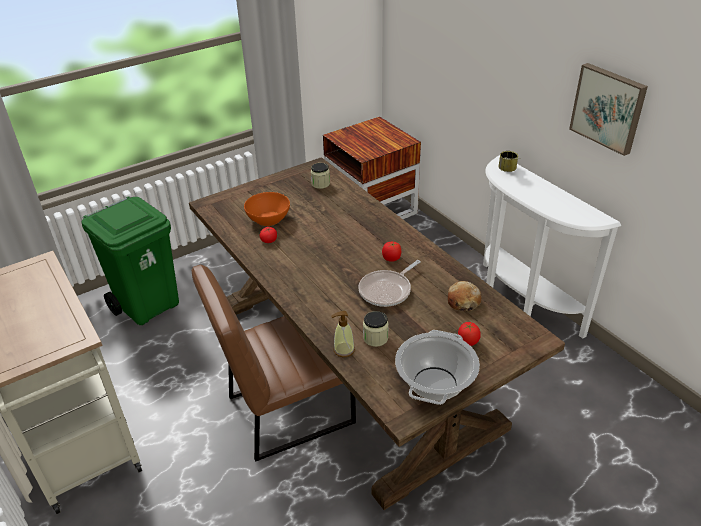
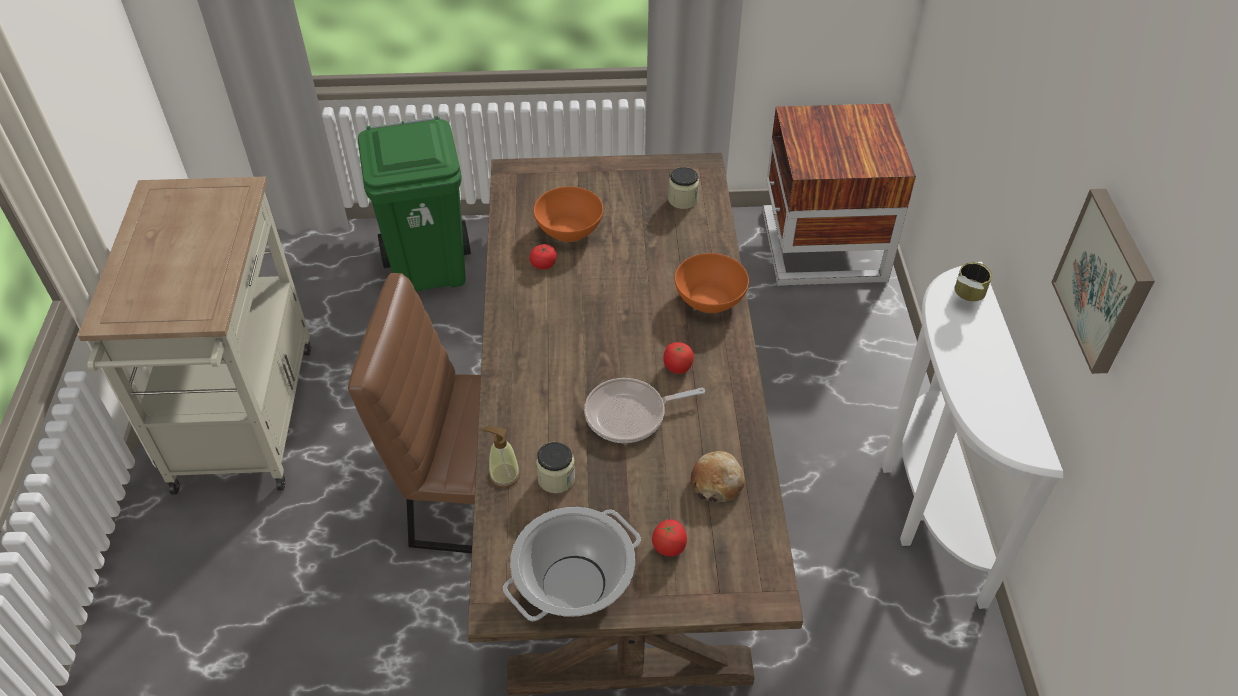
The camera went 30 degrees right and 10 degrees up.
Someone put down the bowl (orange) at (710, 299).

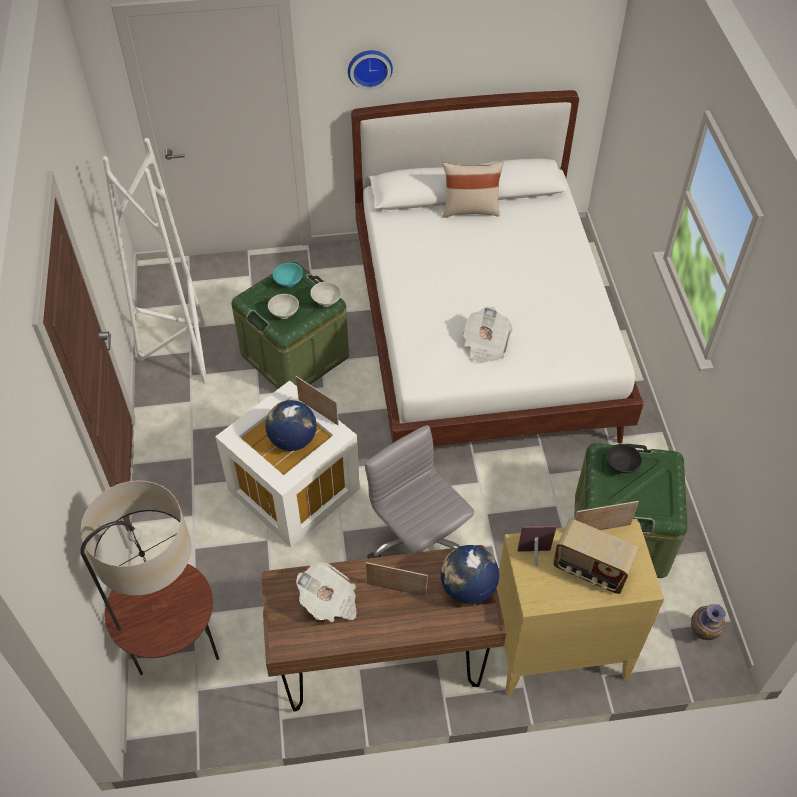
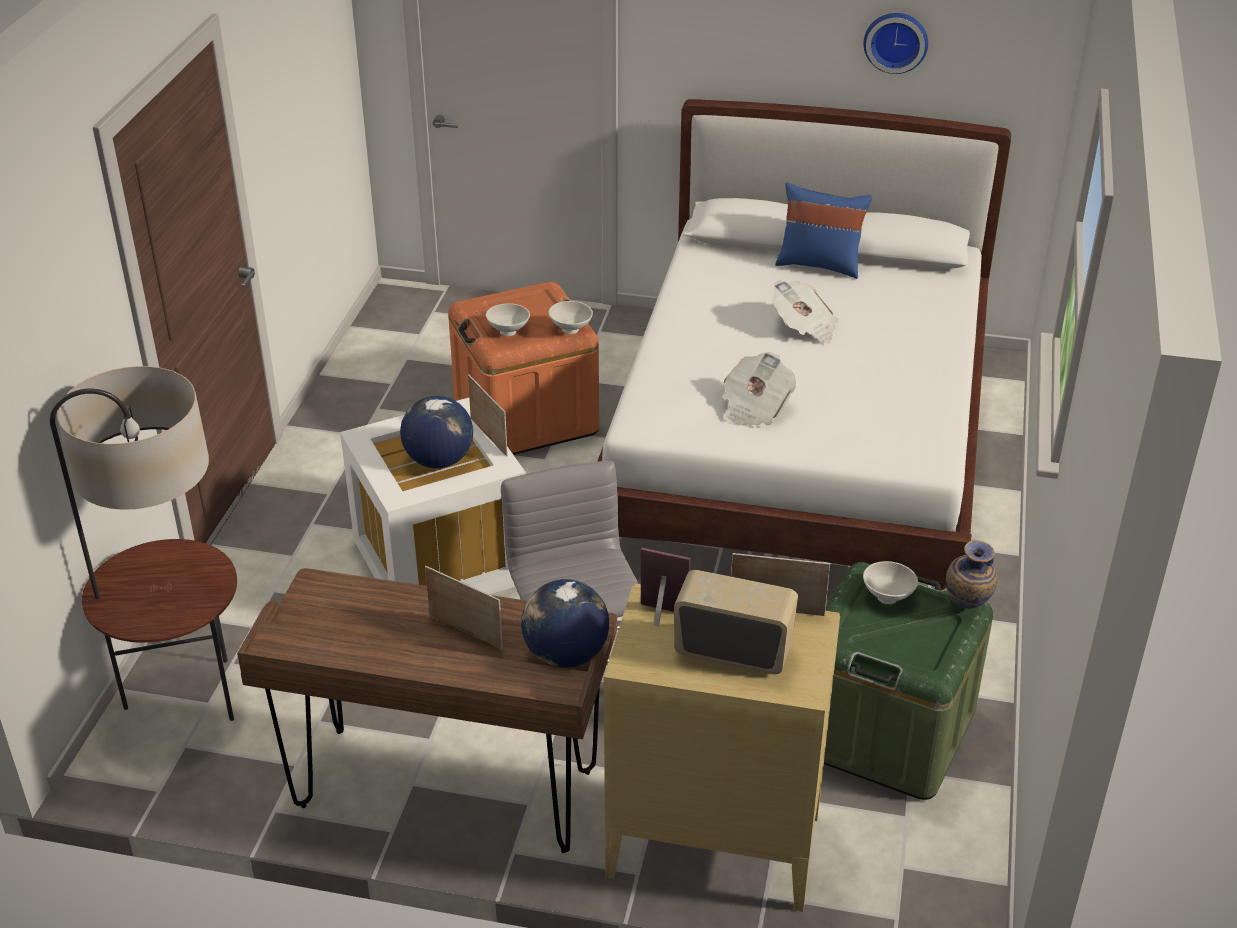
The camera went 20 degrees right and 15 degrees down.
Someone took away the clothes rack (white) at (182, 355).
Someone repainted the storage box (green) at (294, 355), which became the storage box (orange) at (526, 416).
Someone took away the bowl (turquoise) at (289, 284).
Someone carried the newspaper from (329, 601) to (804, 327).
Someone carried the wall clock from (369, 67) to (896, 41).
Someone repainted the pillow (beige) at (470, 209), which became the pillow (blue) at (819, 264).
Someone rotated the radio at (590, 570) by 150 degrees clockwise.
Someone repainted the bowl (black) at (620, 466), which became the bowl (white) at (887, 596).
Someone carried the vase from (702, 634) to (966, 609).

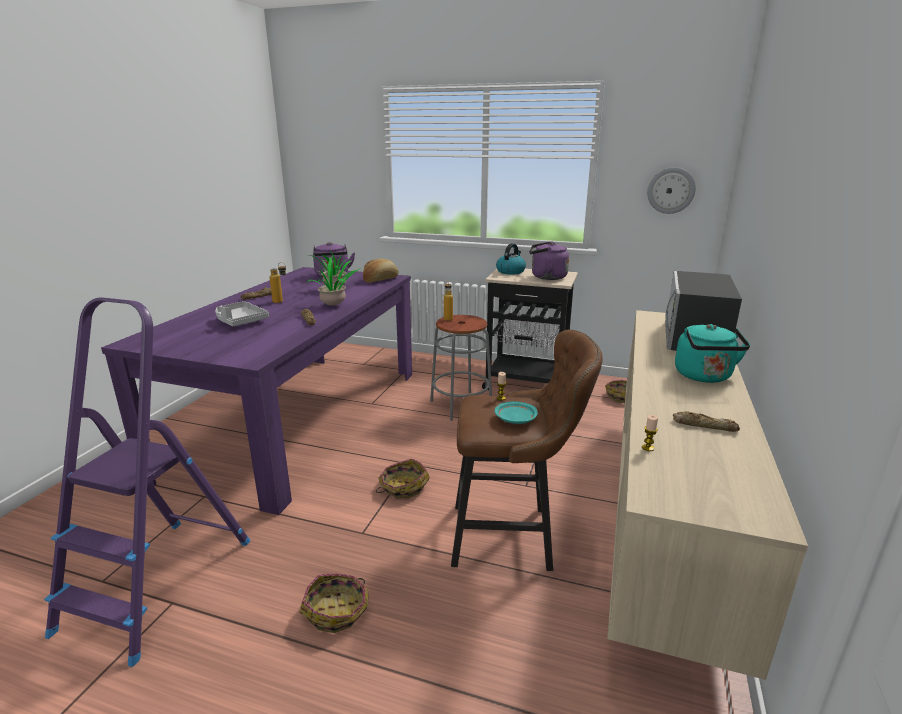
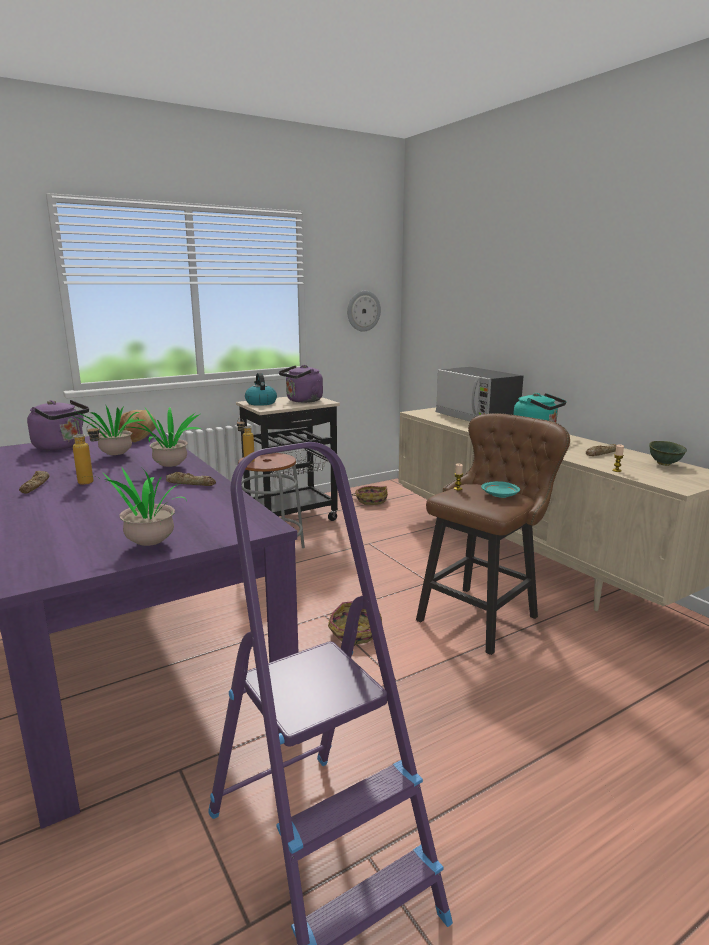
The camera went 50 degrees left and 5 degrees down.
Someone took away the tray (grey) at (240, 321).
Someone took away the basket at (337, 610).
Someone put down the potted plant at (146, 545).
Someone put down the bowl (green) at (665, 464).

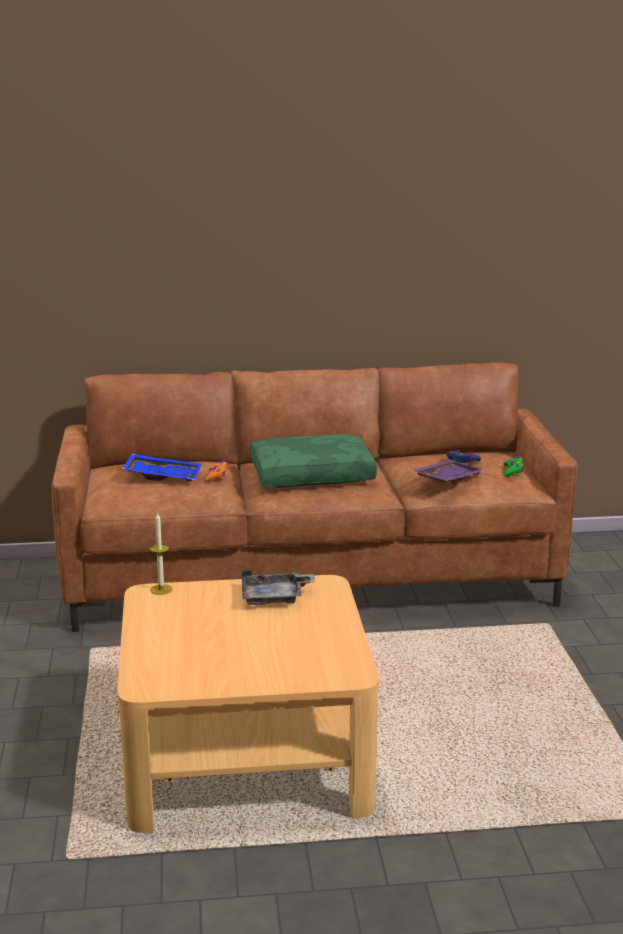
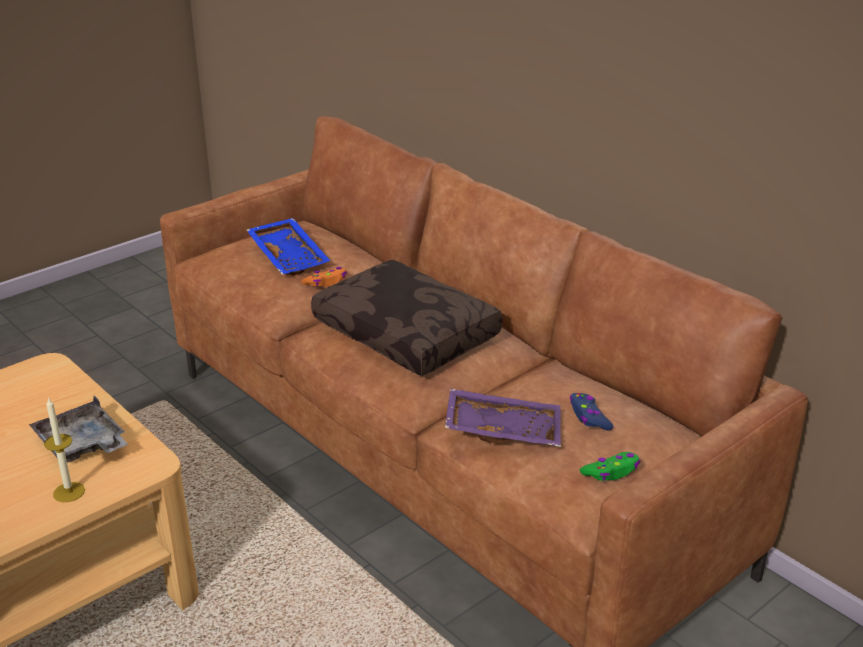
The camera went 55 degrees right and 10 degrees up.
Someone carried the candle from (161, 589) to (69, 492).
Someone repainted the pillow (green) at (312, 475), which became the pillow (brown) at (409, 333).

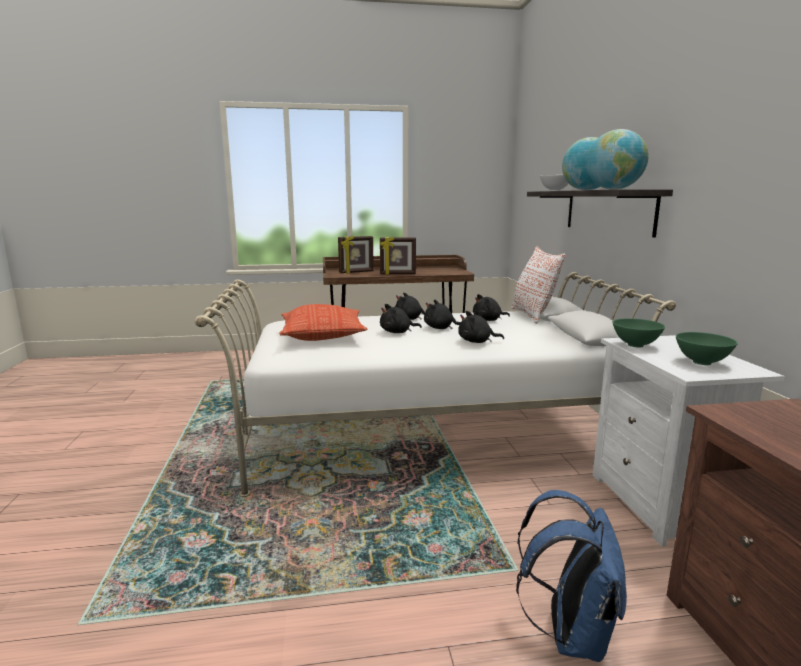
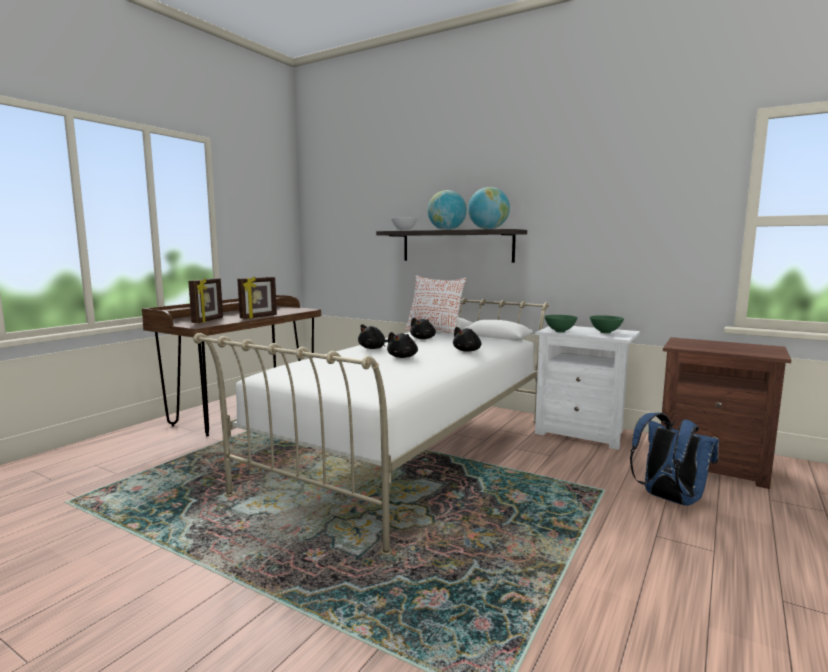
The camera went 50 degrees left and 5 degrees down.
Someone took away the pillow (orange) at (323, 336).
Someone took away the plush toy (black) at (440, 328).

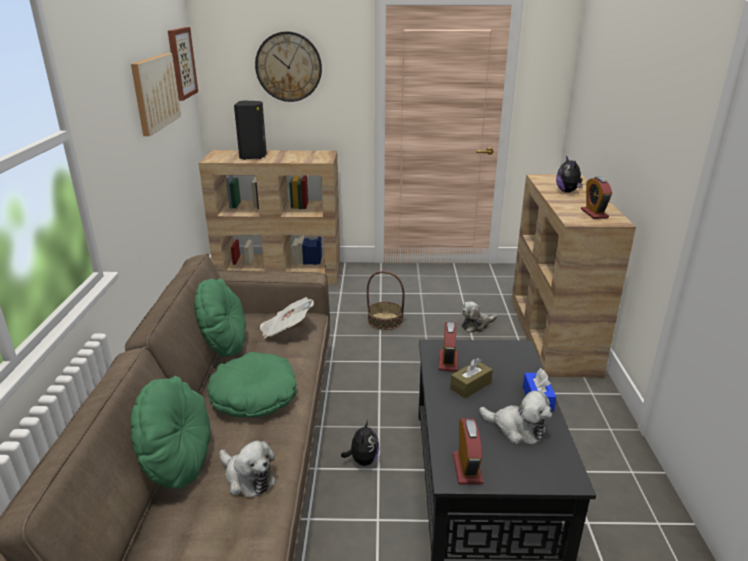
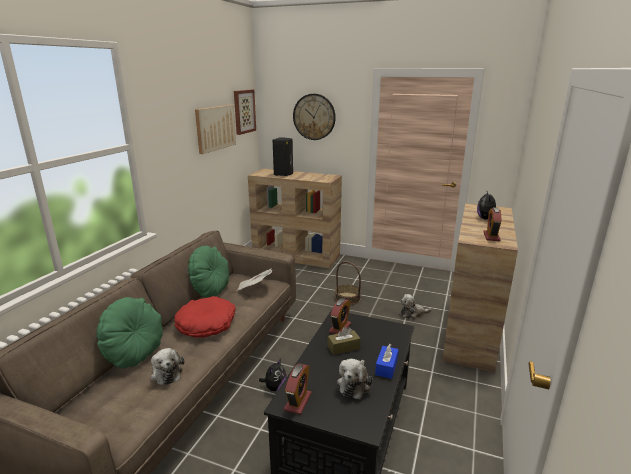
The camera went 20 degrees right and 5 degrees down.
Someone repainted the pillow (green) at (253, 396), which became the pillow (red) at (205, 325).
Someone rotated the plush toy at (517, 429) by 60 degrees clockwise.

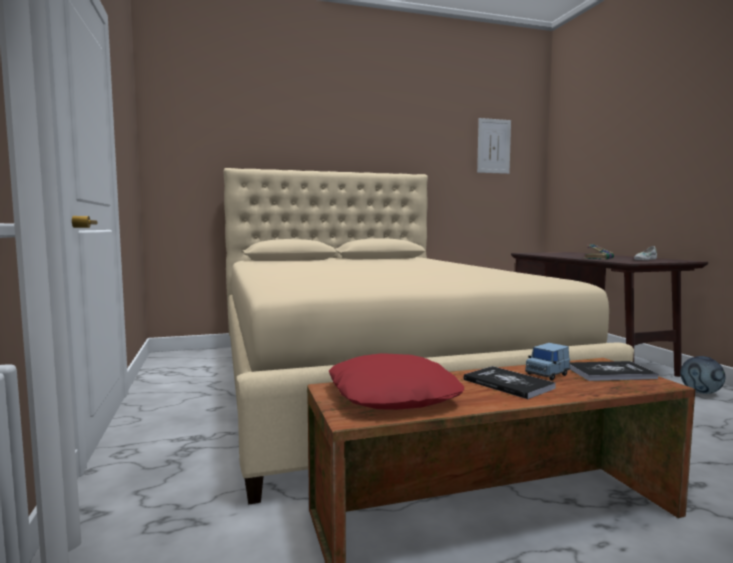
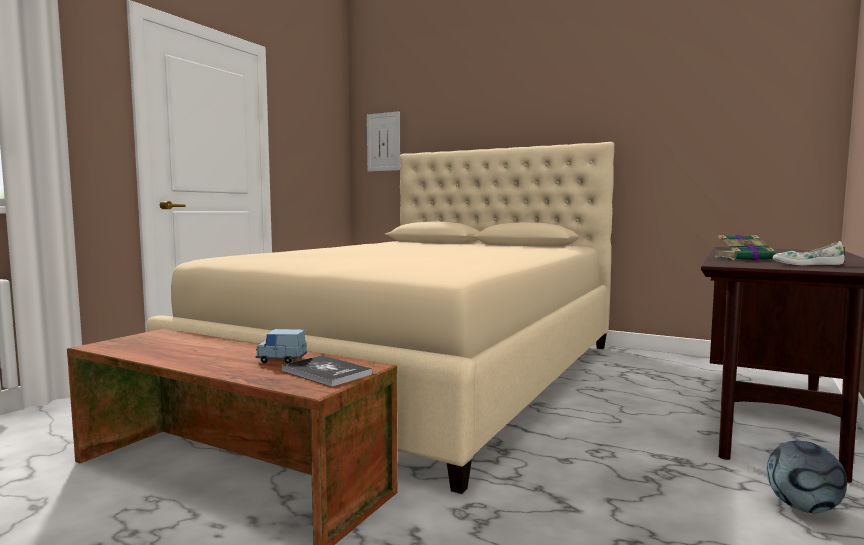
The camera went 45 degrees right and 0 degrees up.
Someone took away the pillow (red) at (393, 395).
Someone took away the book at (508, 384).
Someone carried the picture from (493, 146) to (383, 142).

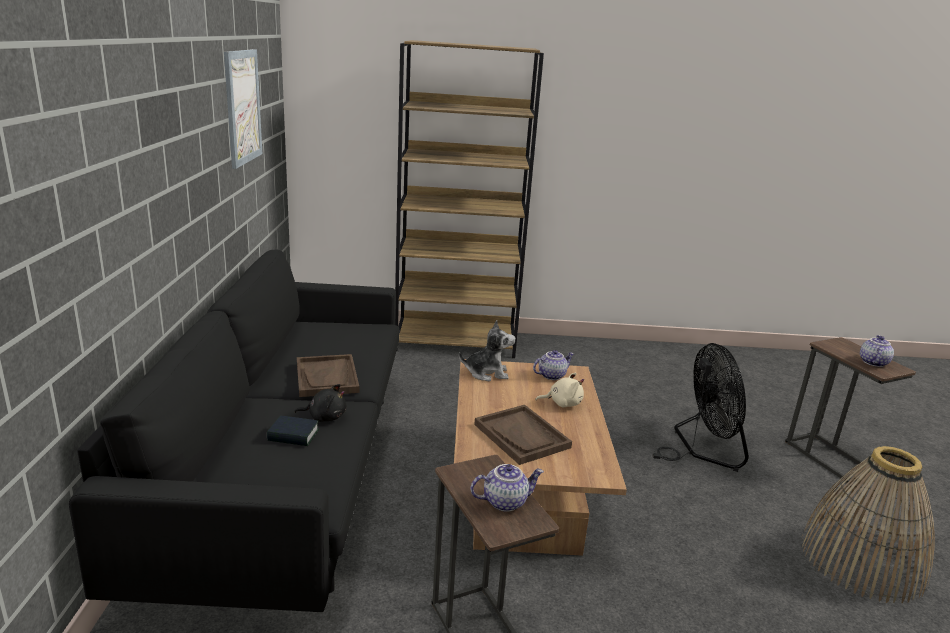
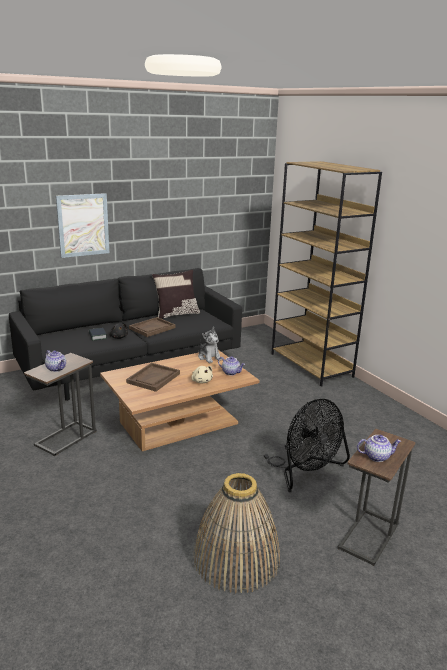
The camera went 60 degrees right and 0 degrees up.
Someone carried the picture from (242, 107) to (83, 225).
Someone put down the pillow at (176, 314).

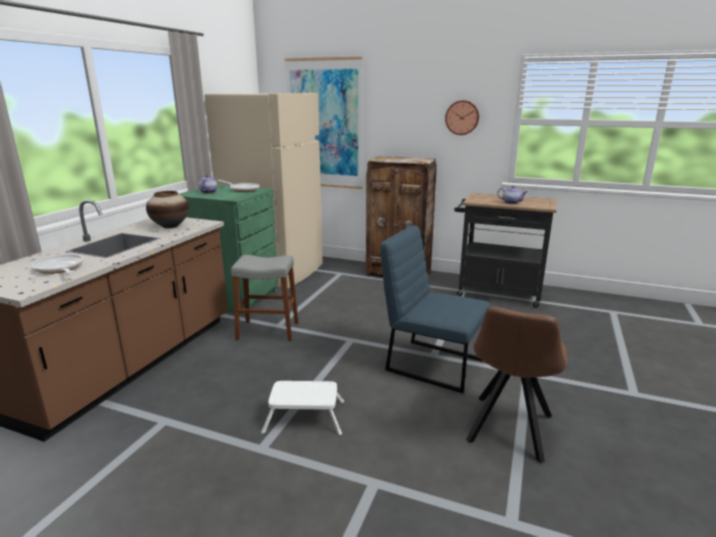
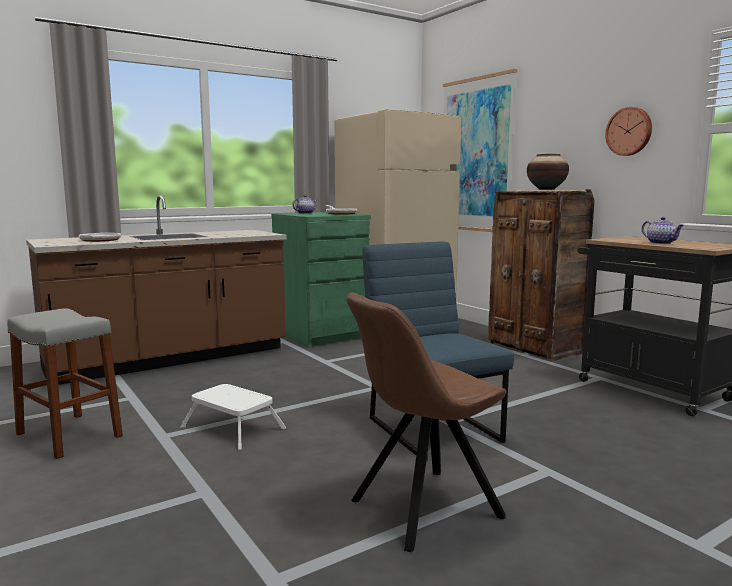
The camera went 35 degrees right and 10 degrees down.
Someone carried the vase from (170, 226) to (546, 189).
Someone carried the stool (grey) from (268, 330) to (69, 435).

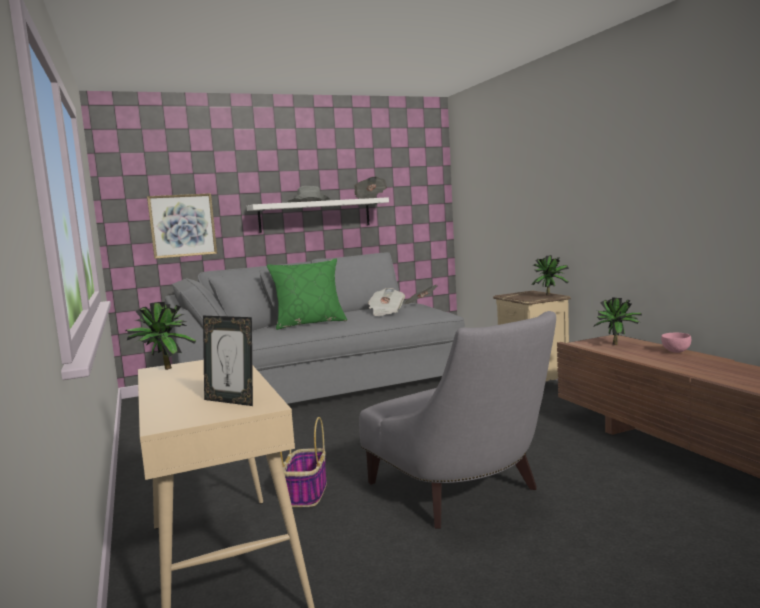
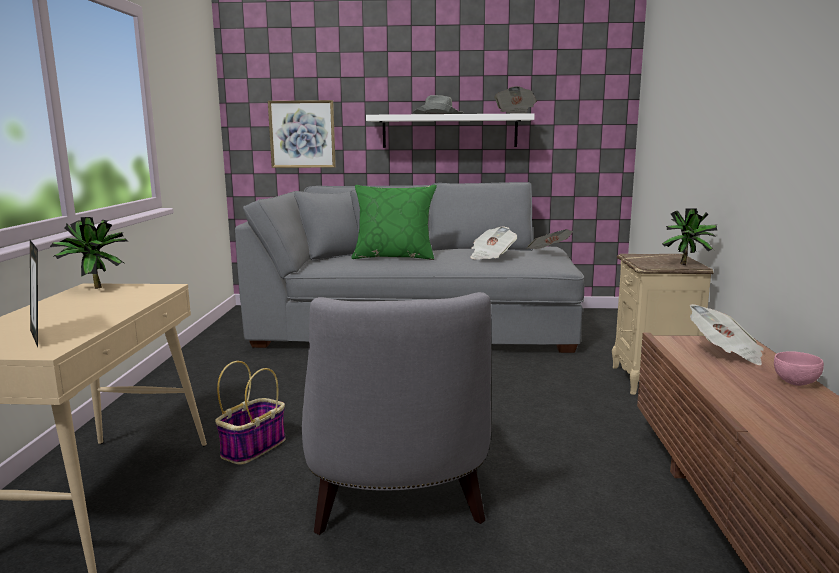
The camera went 25 degrees right and 5 degrees up.
Someone swapped the potted plant at (618, 345) for the newspaper at (725, 353).

